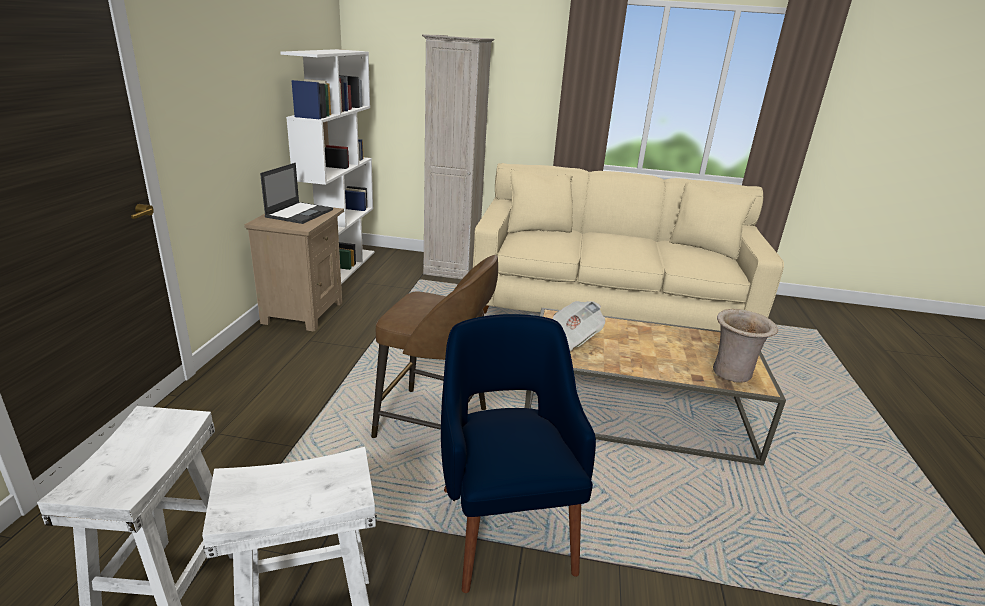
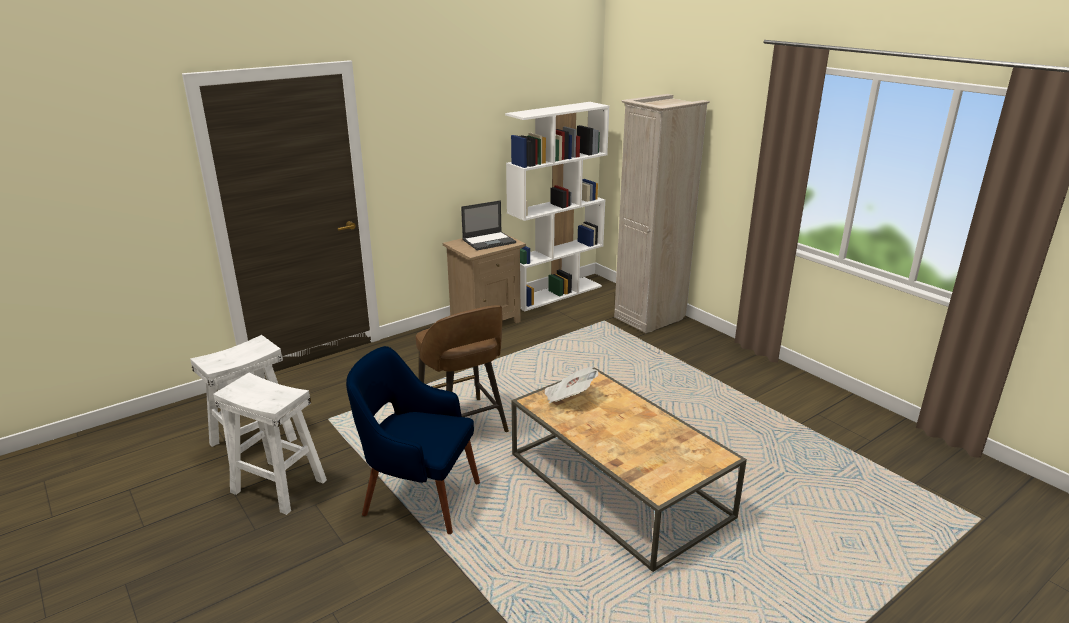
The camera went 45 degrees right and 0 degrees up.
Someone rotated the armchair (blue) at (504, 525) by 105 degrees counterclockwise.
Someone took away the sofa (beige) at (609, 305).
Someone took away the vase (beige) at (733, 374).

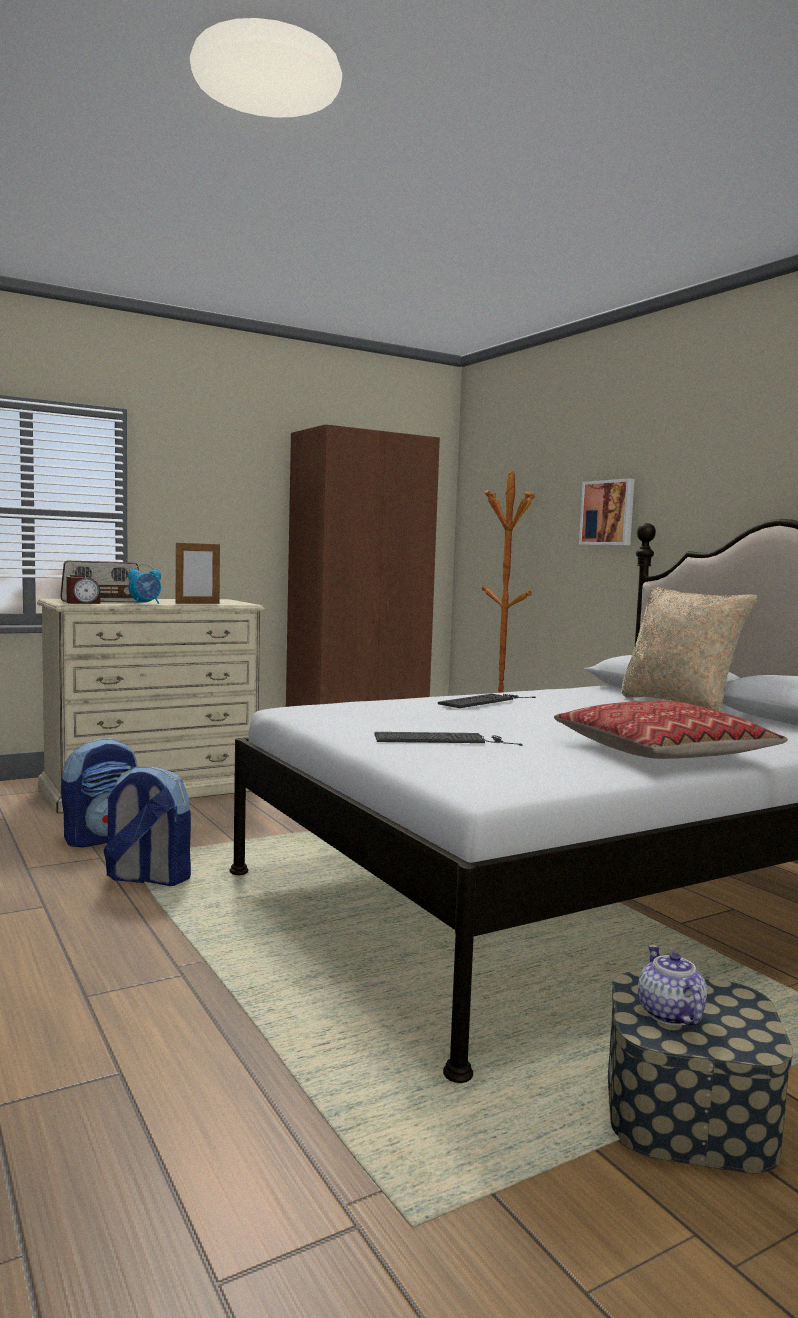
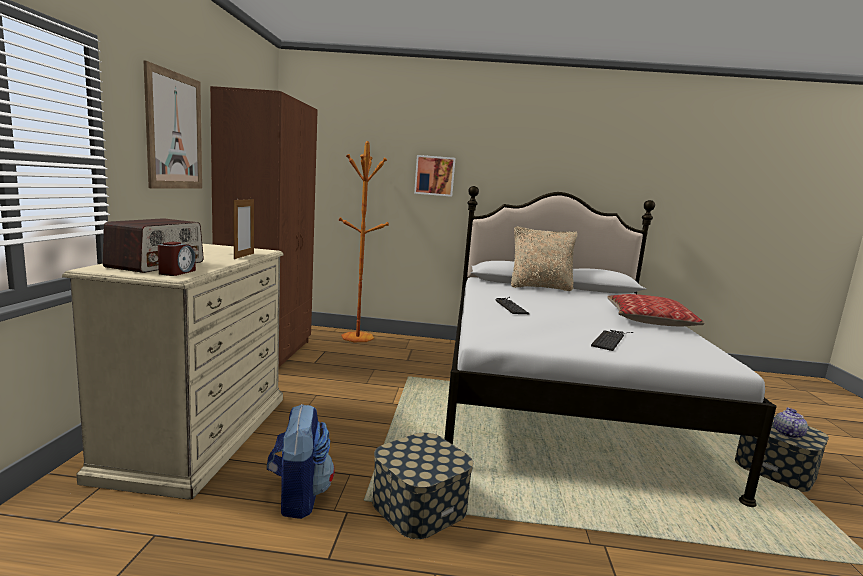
The camera went 55 degrees left and 5 degrees up.
Someone swapped the backpack at (147, 878) for the storage box at (419, 505).
Someone took away the alarm clock at (145, 603).
Someone rotated the teapot at (669, 1015) by 90 degrees clockwise.
Someone put up the picture at (174, 131).

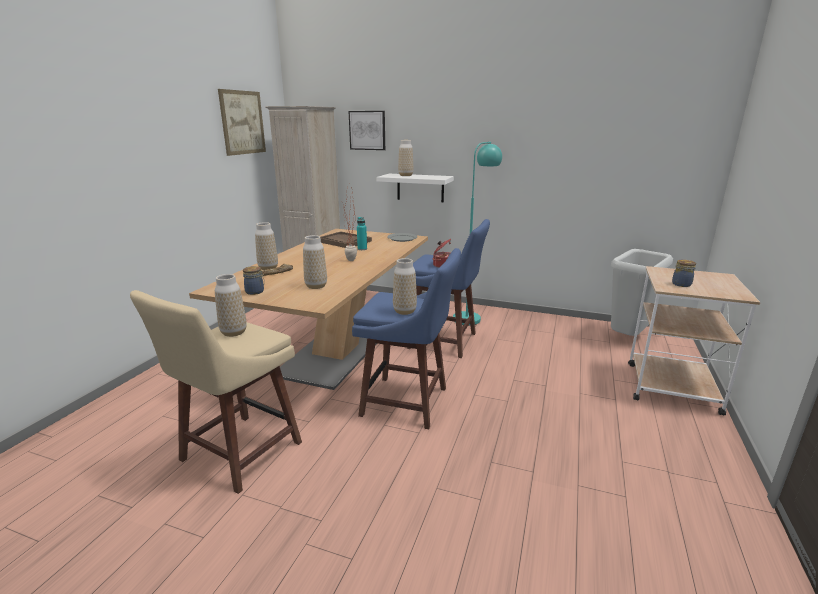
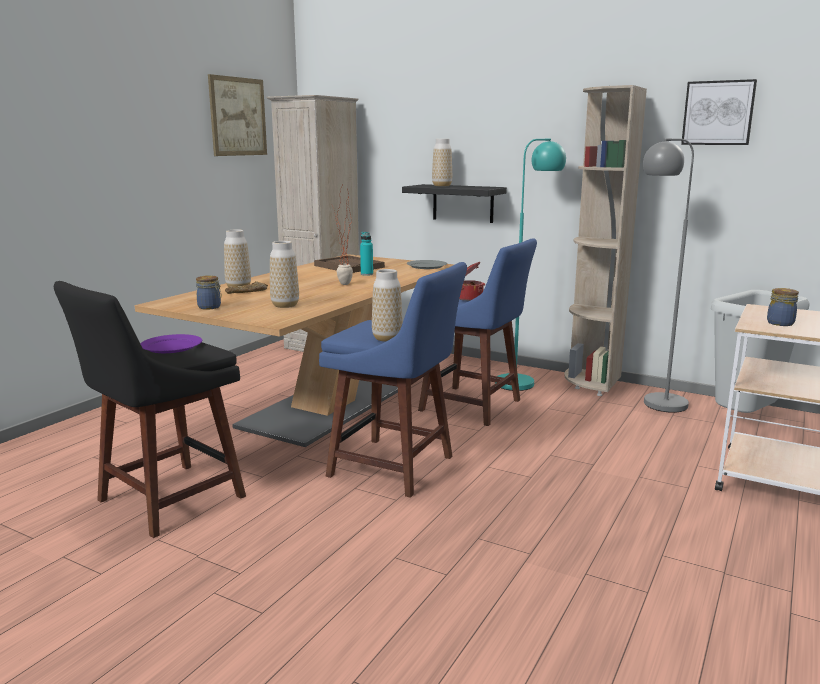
The camera went 10 degrees right and 5 degrees down.
Someone repainted the stool (beige) at (237, 454), which became the stool (black) at (165, 500).
Someone swapped the vase at (233, 332) for the plate (purple) at (171, 346).
Someone carried the picture from (367, 130) to (718, 113).
Someone repainted the shelf (white) at (420, 187), which became the shelf (black) at (463, 203).
Someone put down the bookcase (beige) at (589, 386).
Someone put down the floor lamp (grey) at (655, 407).

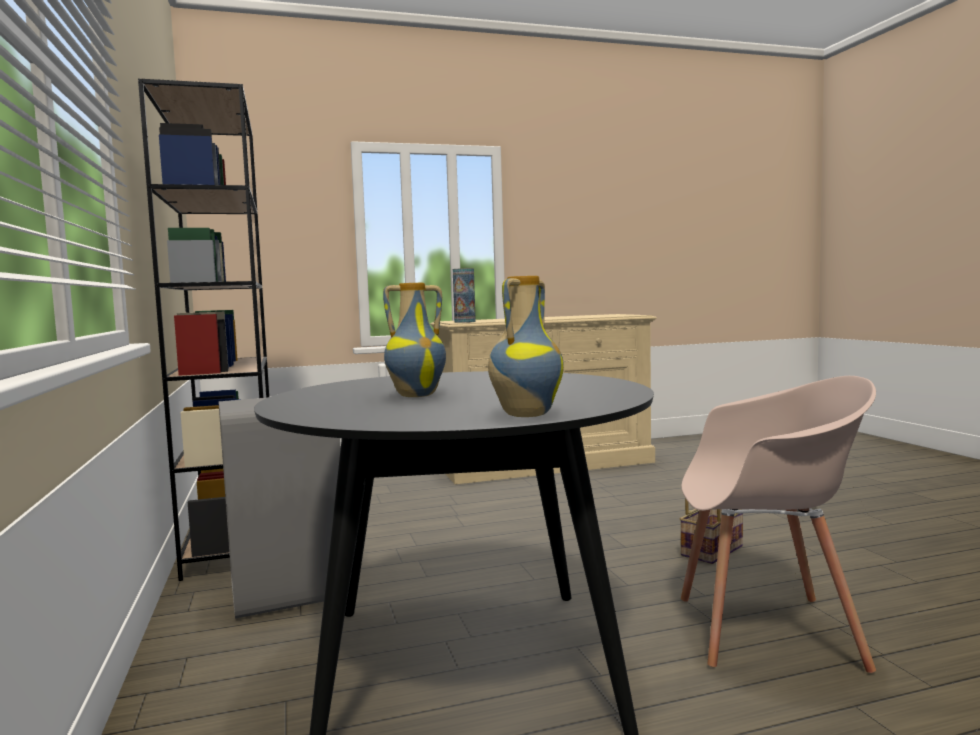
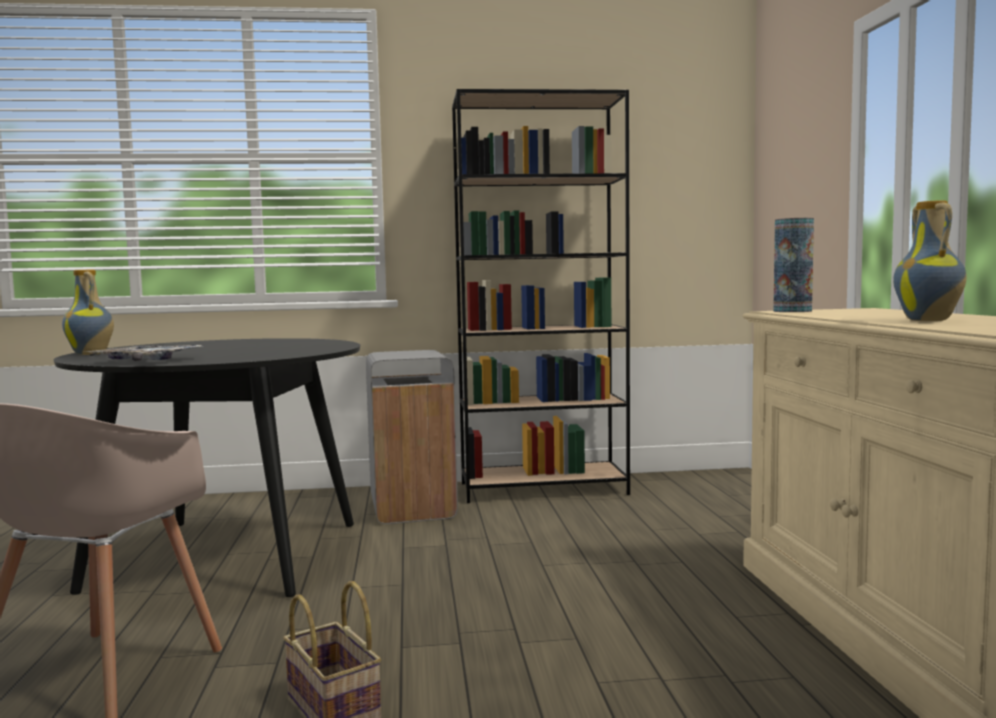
The camera went 100 degrees right and 0 degrees up.
Someone carried the vase from (417, 395) to (929, 320).
Someone put down the tray at (146, 361).

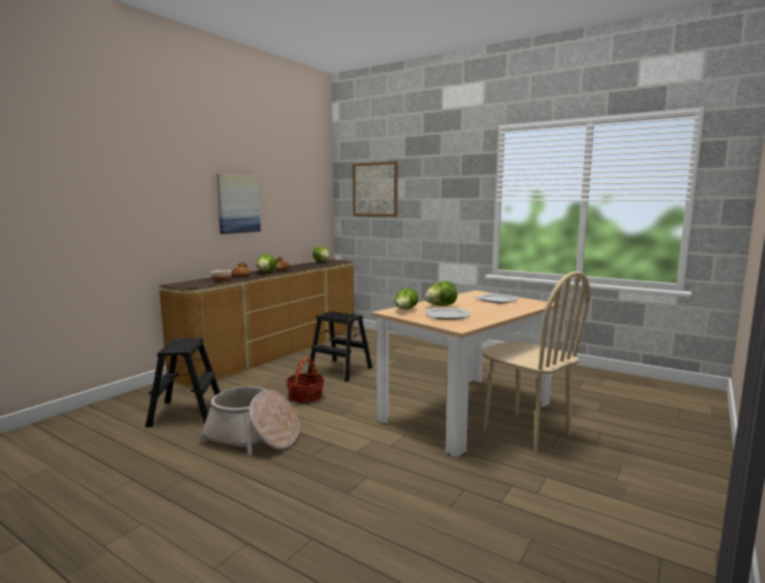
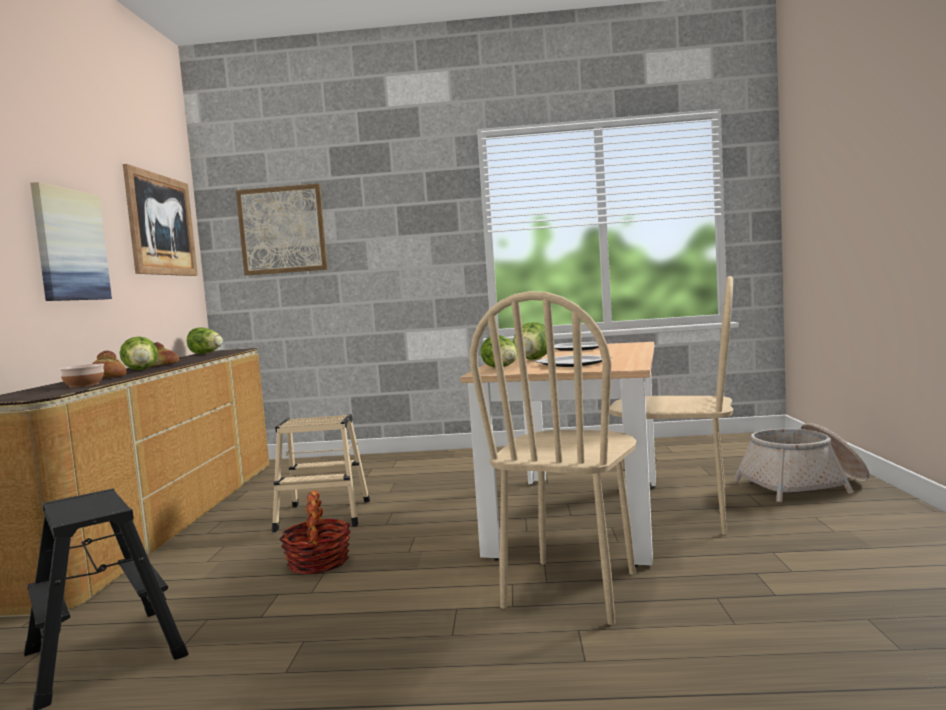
The camera went 30 degrees left and 5 degrees down.
Someone carried the basket from (253, 438) to (804, 485).
Someone repainted the step ladder (black) at (340, 370), which became the step ladder (beige) at (324, 515).
Someone put up the picture at (161, 225).
Someone put down the chair (beige) at (572, 590).

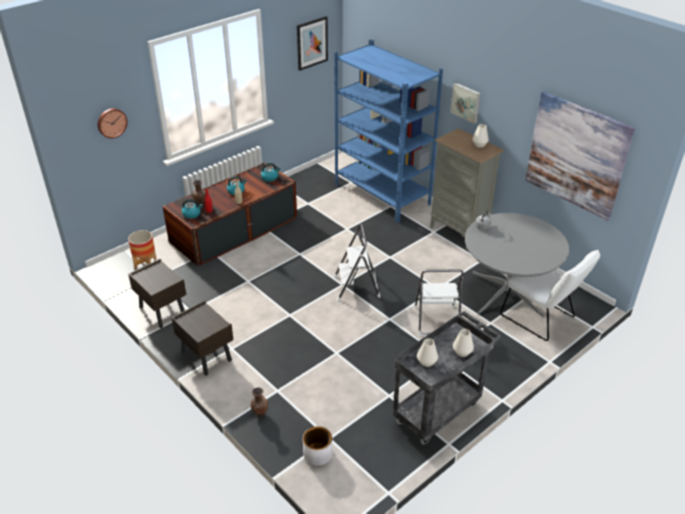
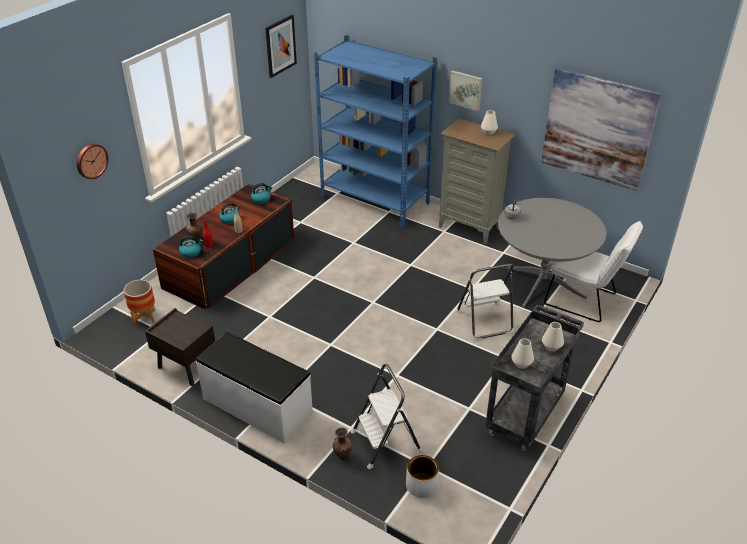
The camera went 15 degrees left and 0 degrees up.
Someone swapped the nightstand (brown) at (206, 356) for the bench (white) at (257, 406).
Someone carried the step ladder (white) from (358, 286) to (389, 440).

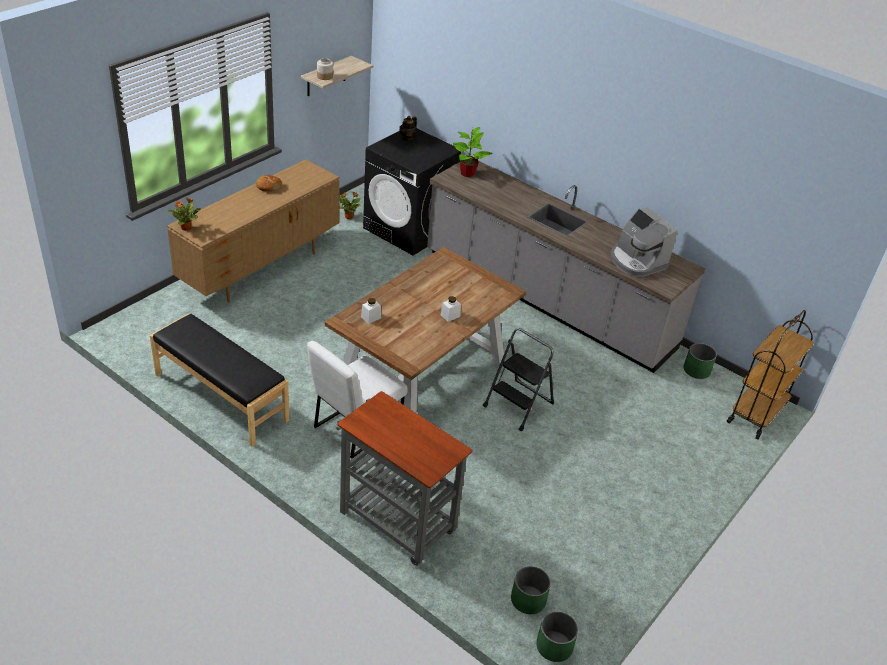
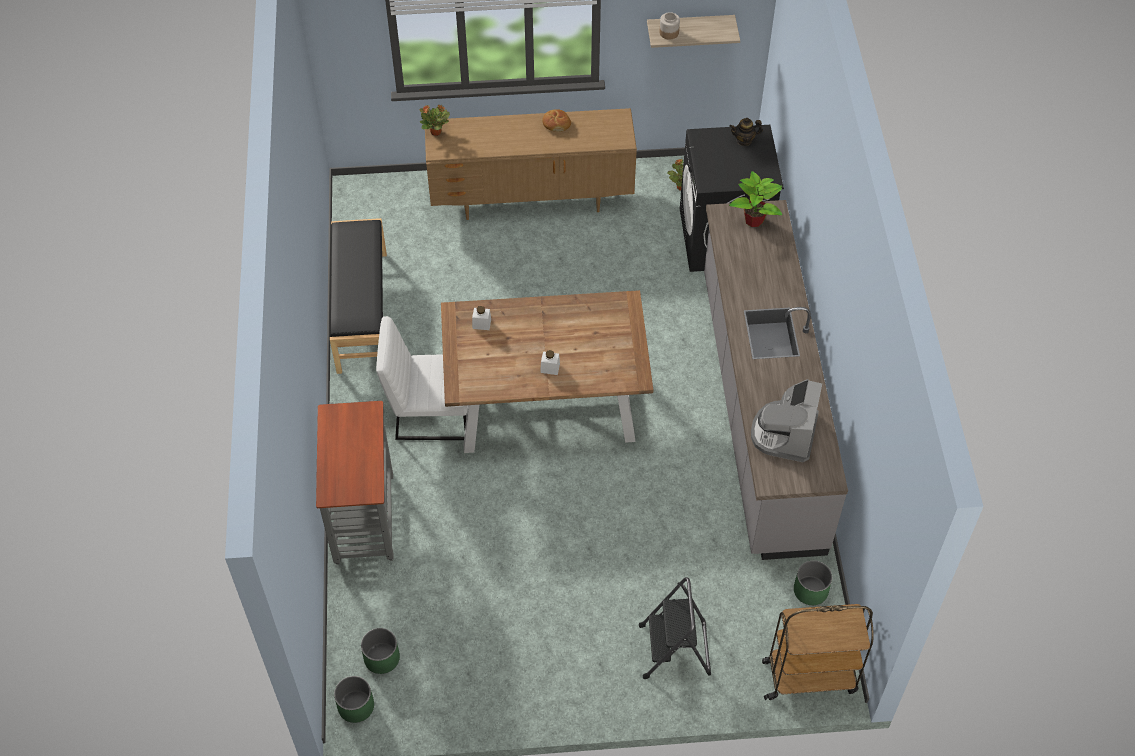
The camera went 50 degrees right and 15 degrees up.
Someone carried the step ladder (black) from (520, 403) to (678, 649).

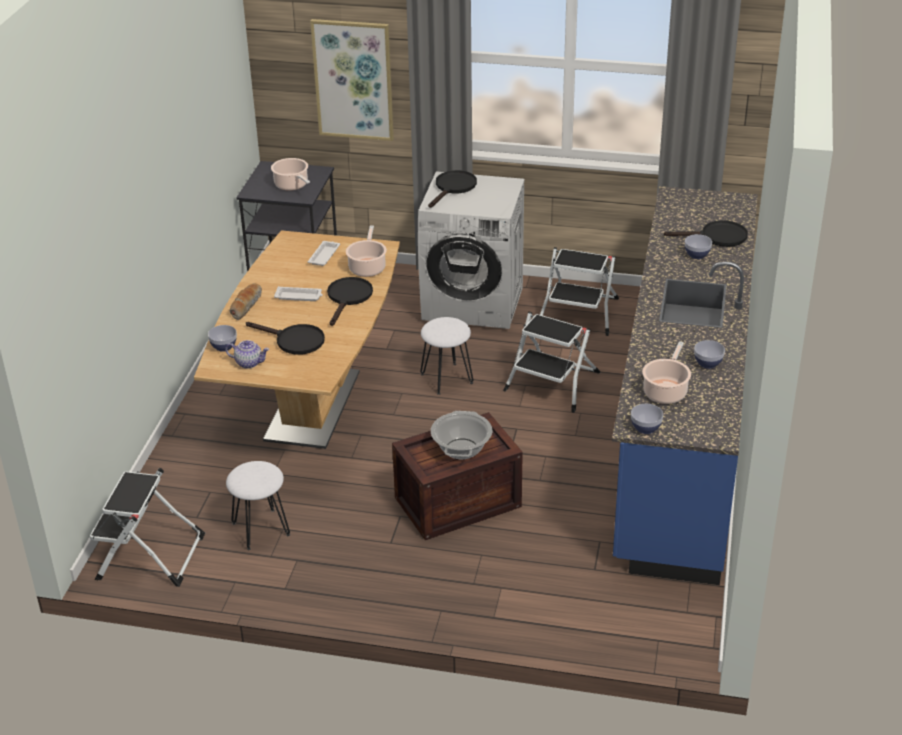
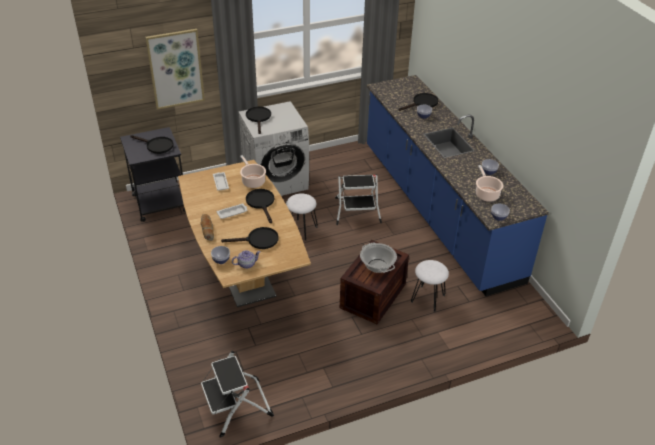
The camera went 35 degrees left and 5 degrees up.
Someone carried the stool (white) from (260, 529) to (427, 298).
Someone swapped the cooking pot at (292, 185) for the frying pan (black) at (156, 146).
Someone took away the step ladder at (580, 312).

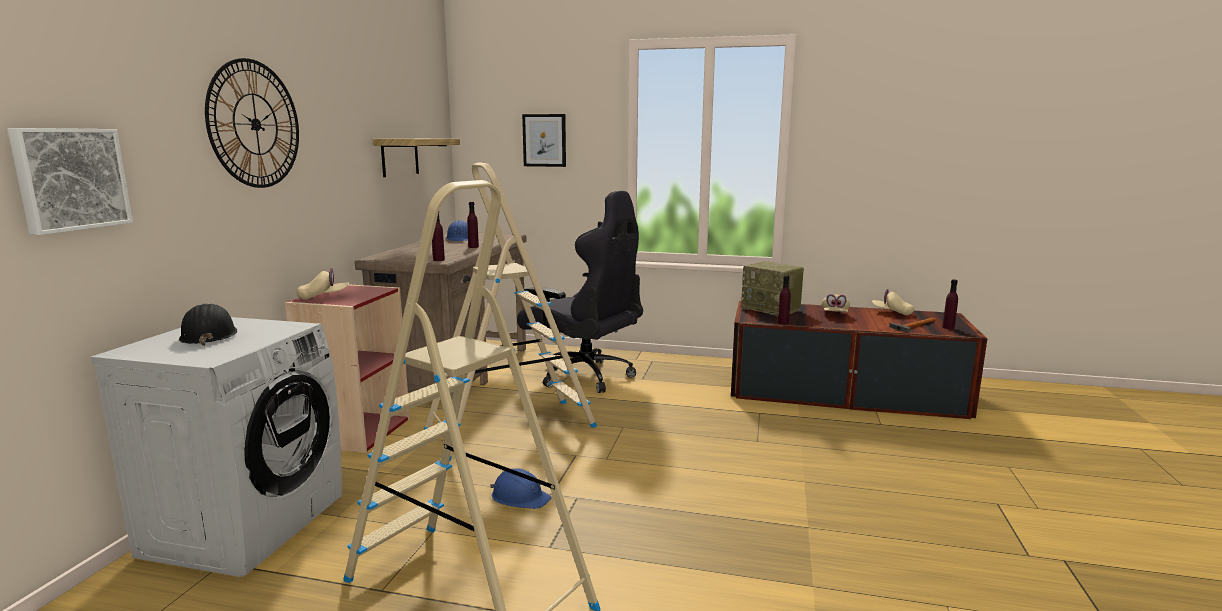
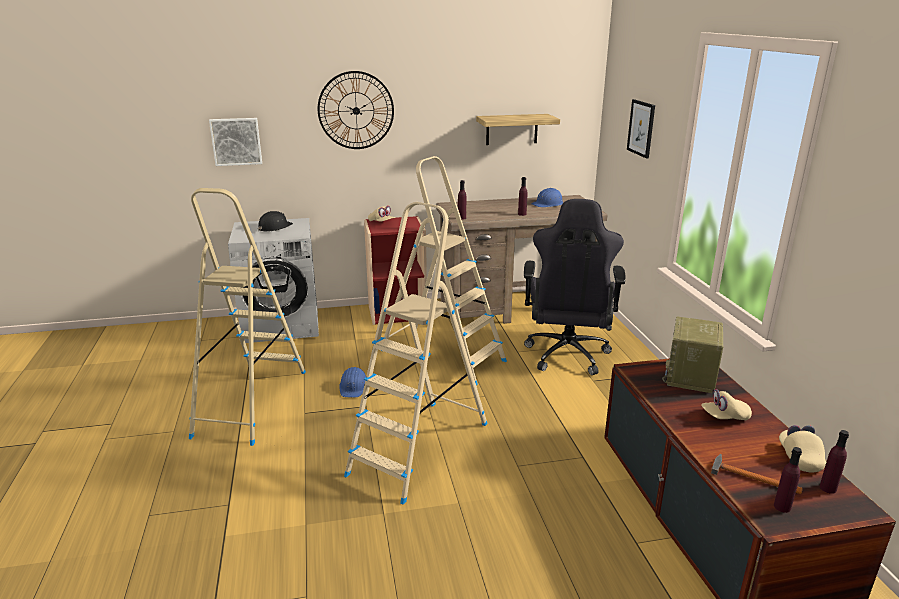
The camera went 65 degrees right and 10 degrees up.
Someone carried the bottle (purple) from (783, 322) to (828, 488).
Someone put down the step ladder (beige) at (419, 449).

